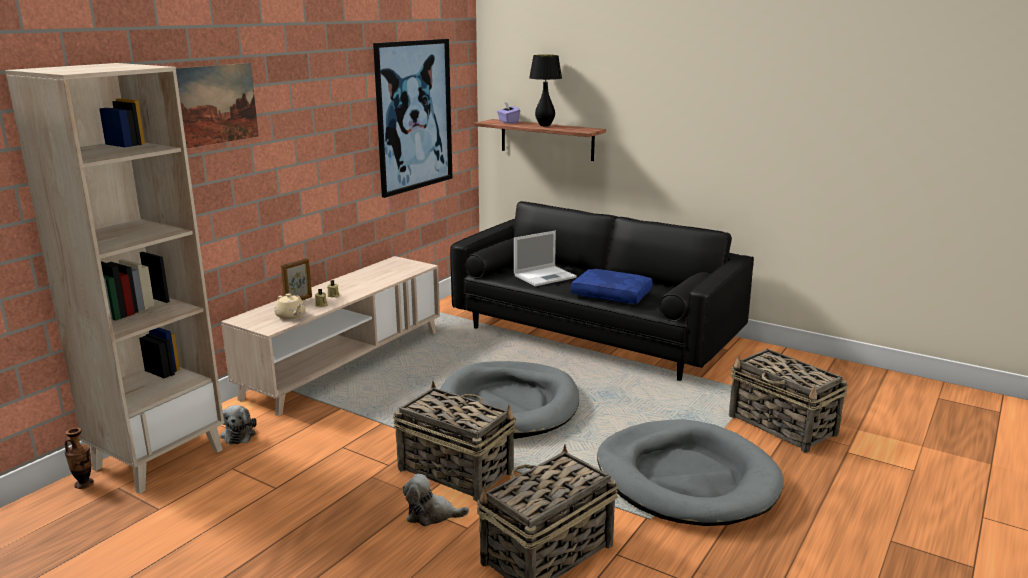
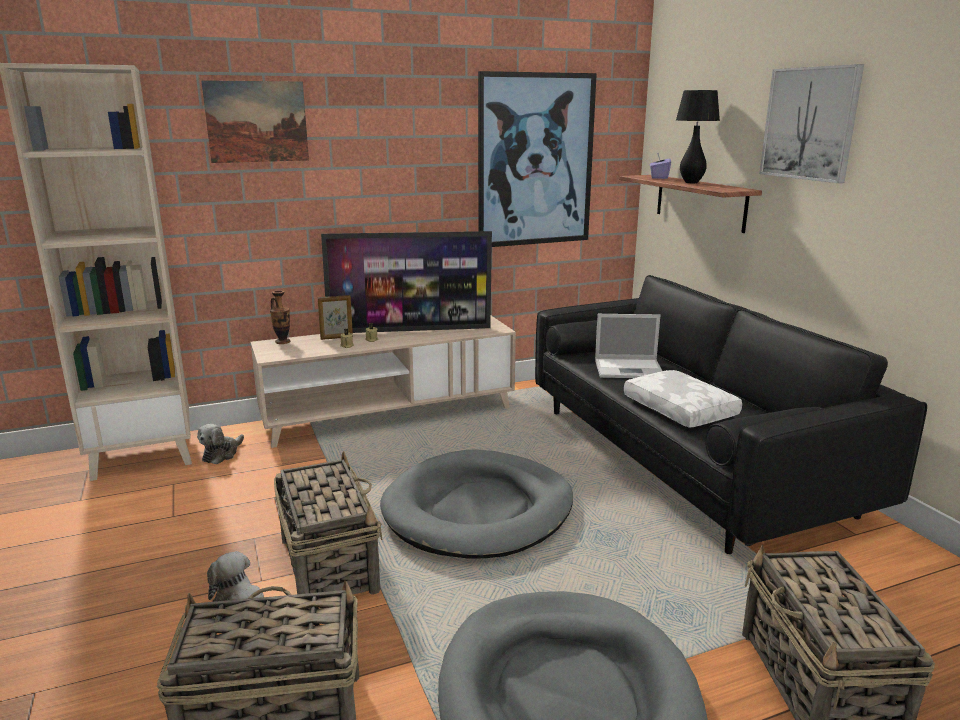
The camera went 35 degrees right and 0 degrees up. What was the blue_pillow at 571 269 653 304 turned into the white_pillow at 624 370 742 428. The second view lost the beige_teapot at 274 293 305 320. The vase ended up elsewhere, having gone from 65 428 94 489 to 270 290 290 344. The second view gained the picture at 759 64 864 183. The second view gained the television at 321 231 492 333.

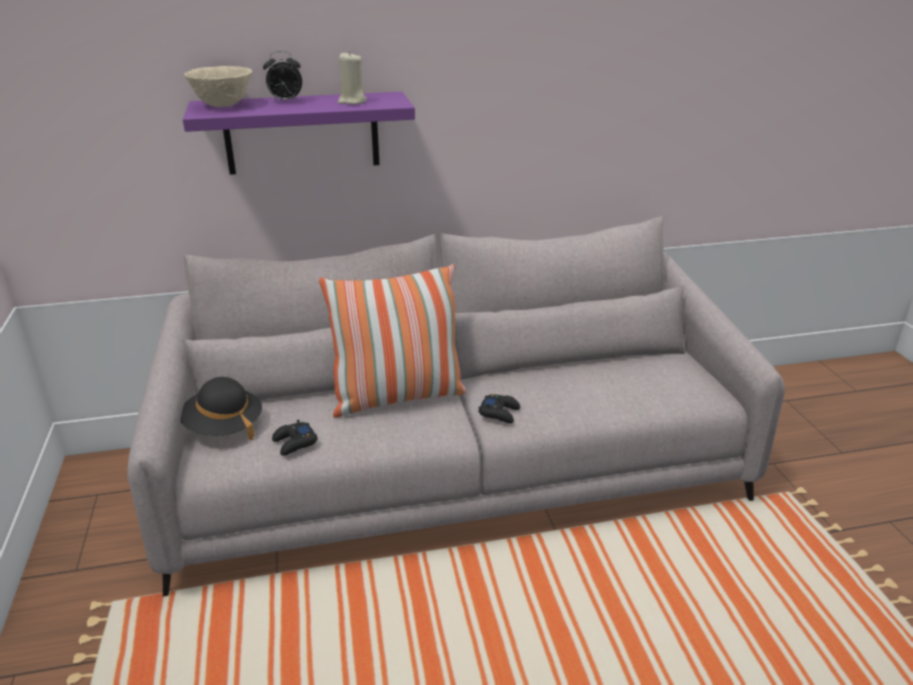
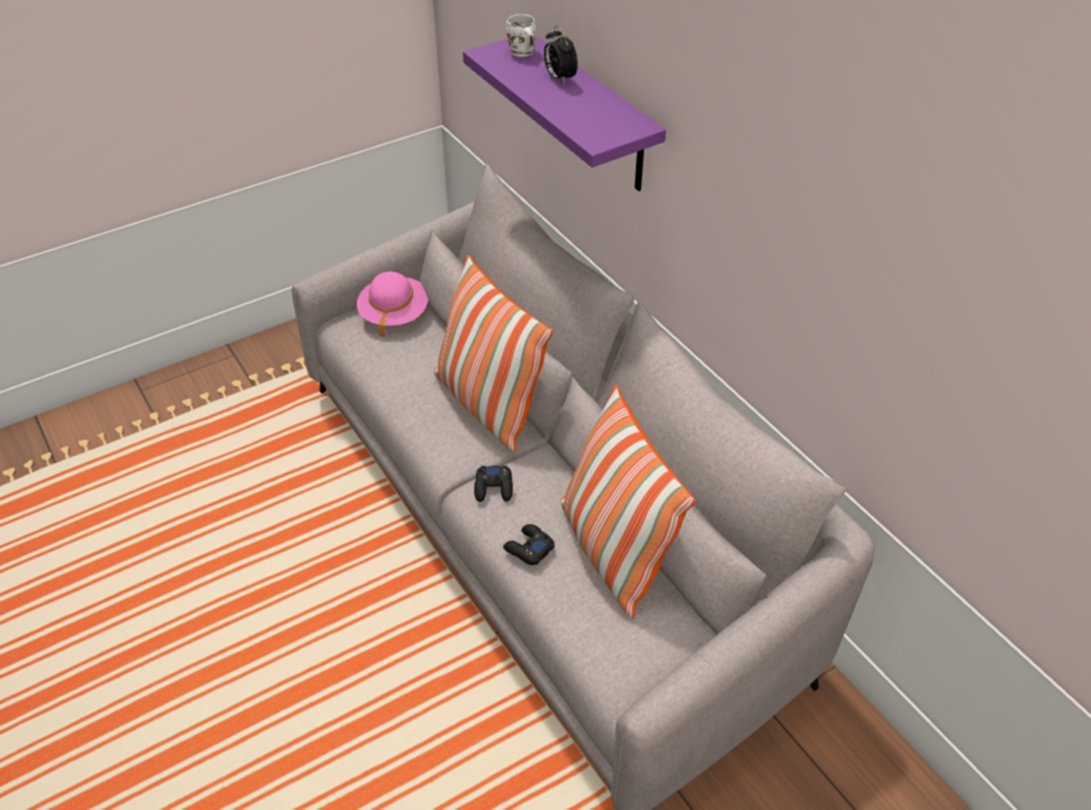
The camera went 70 degrees right and 15 degrees up. The second view lost the beige_candle at 338 51 367 104. Where the beige_bowl stood at 184 66 252 107, the white_mug came to stand at 506 14 536 57. What was the black_hat at 180 377 262 440 turned into the pink_hat at 357 272 428 338. The black_game_controller ended up elsewhere, having gone from 272 419 318 456 to 503 524 555 565. The second view gained the pillow at 561 385 695 618.

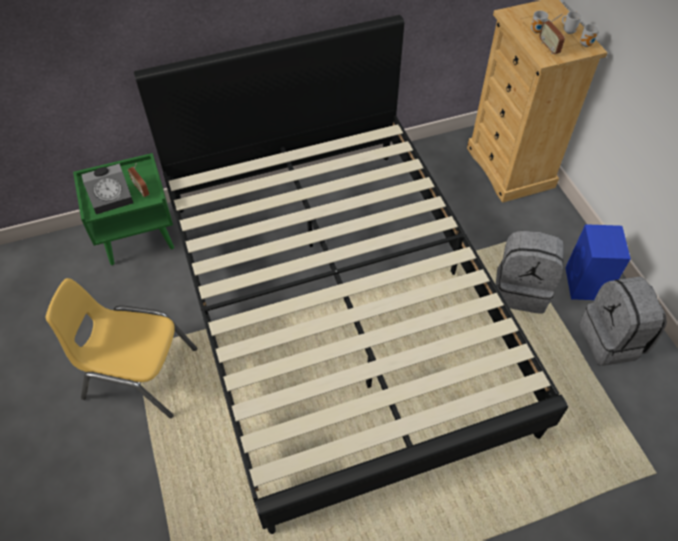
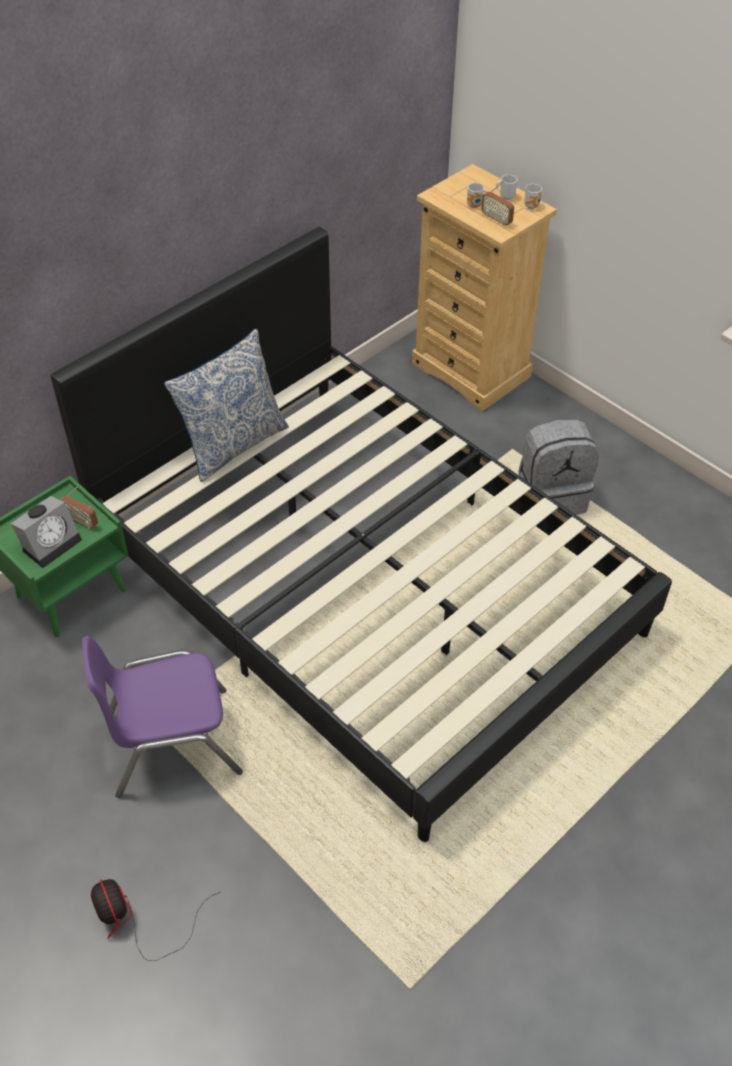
The camera went 25 degrees left and 5 degrees down. The second view lost the blue_speaker at 565 224 631 300. The second view lost the grey_backpack at 579 276 667 366. What was the yellow_chair at 46 278 197 418 turned into the purple_chair at 82 636 243 798. The second view gained the pillow at 164 329 289 482. The second view gained the fan at 91 879 220 961.

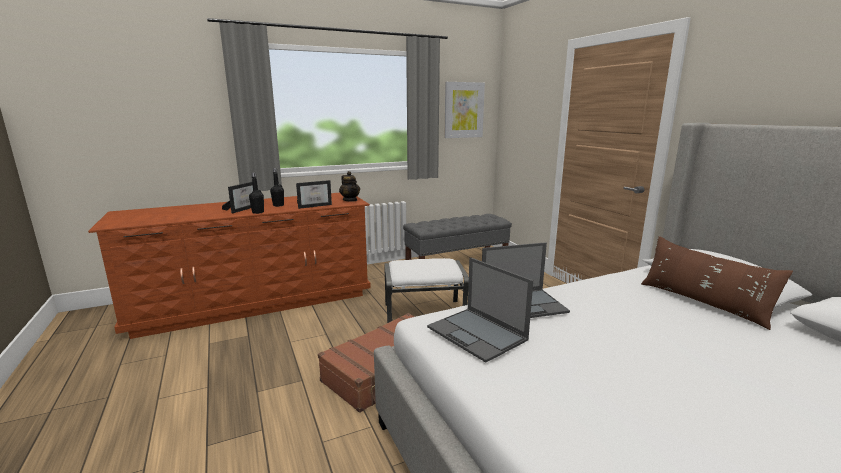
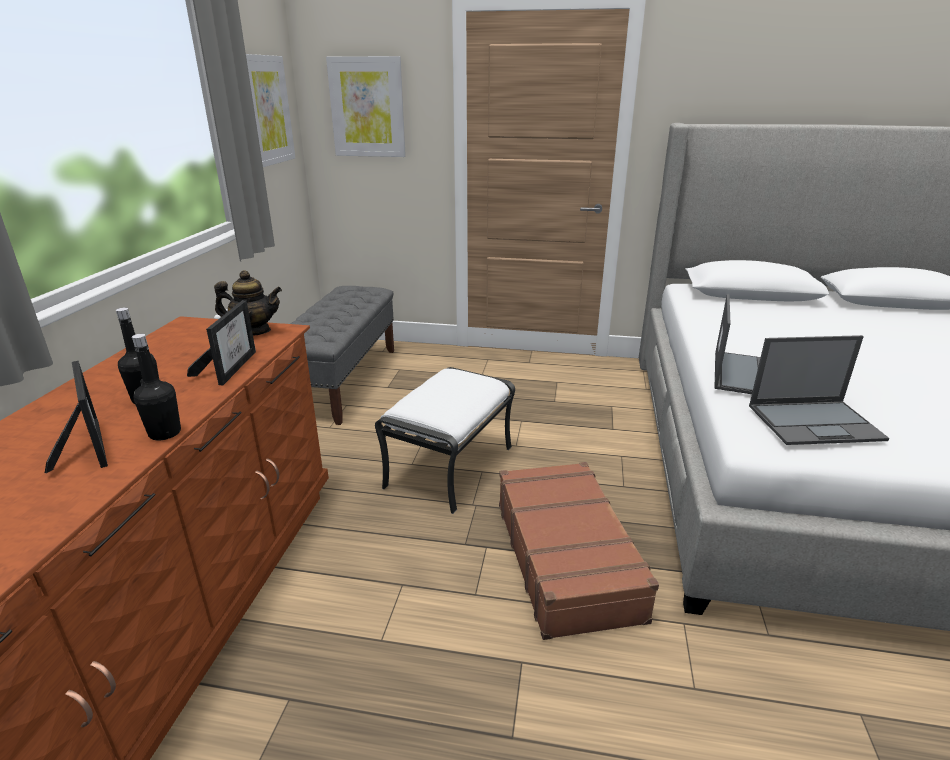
The camera went 55 degrees left and 10 degrees up. The second view lost the brown_pillow at 641 236 793 330. The second view gained the picture at 326 56 406 157.

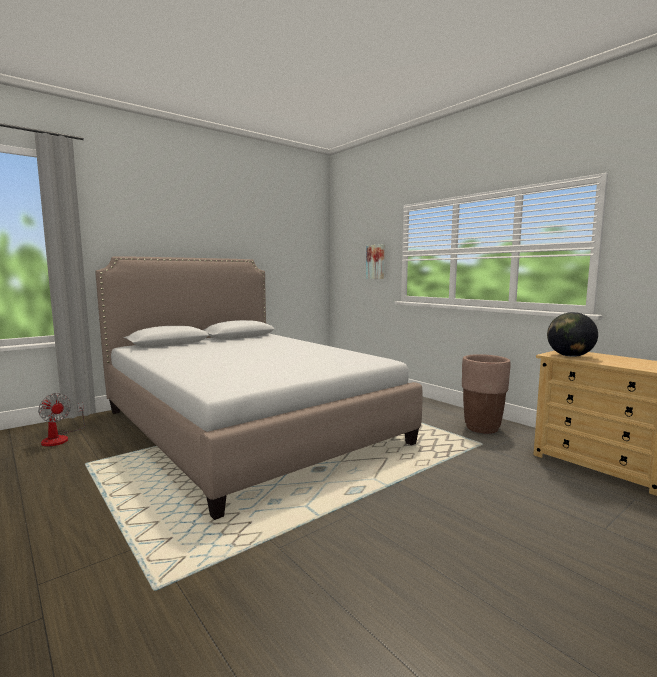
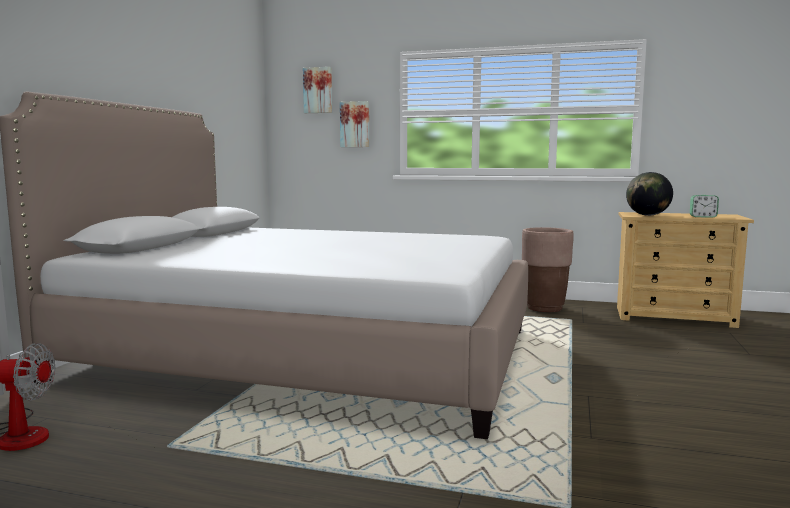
The camera went 35 degrees left and 0 degrees up. The second view gained the picture at 303 67 332 113. The second view gained the alarm_clock at 690 195 719 218.

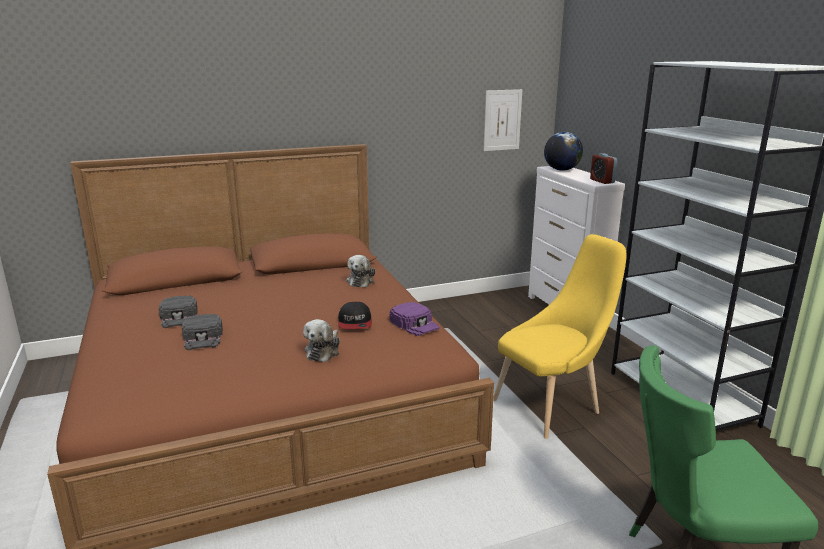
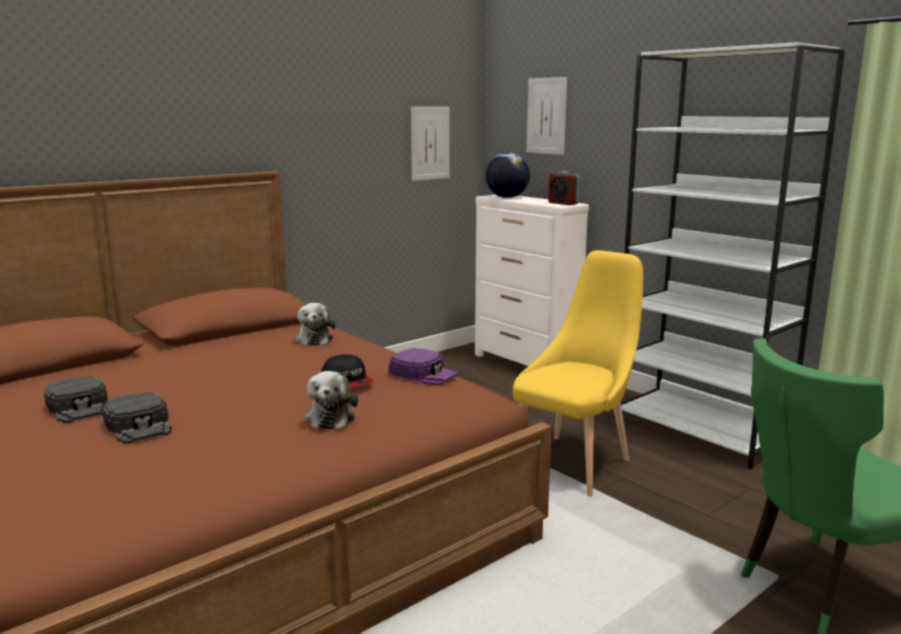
The camera went 20 degrees left and 5 degrees down. The second view gained the picture at 527 77 567 155.

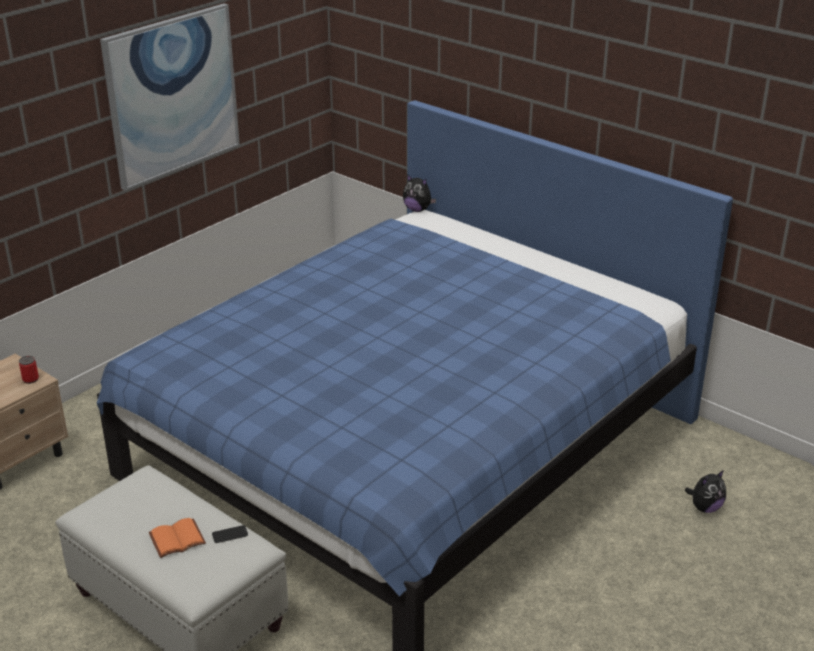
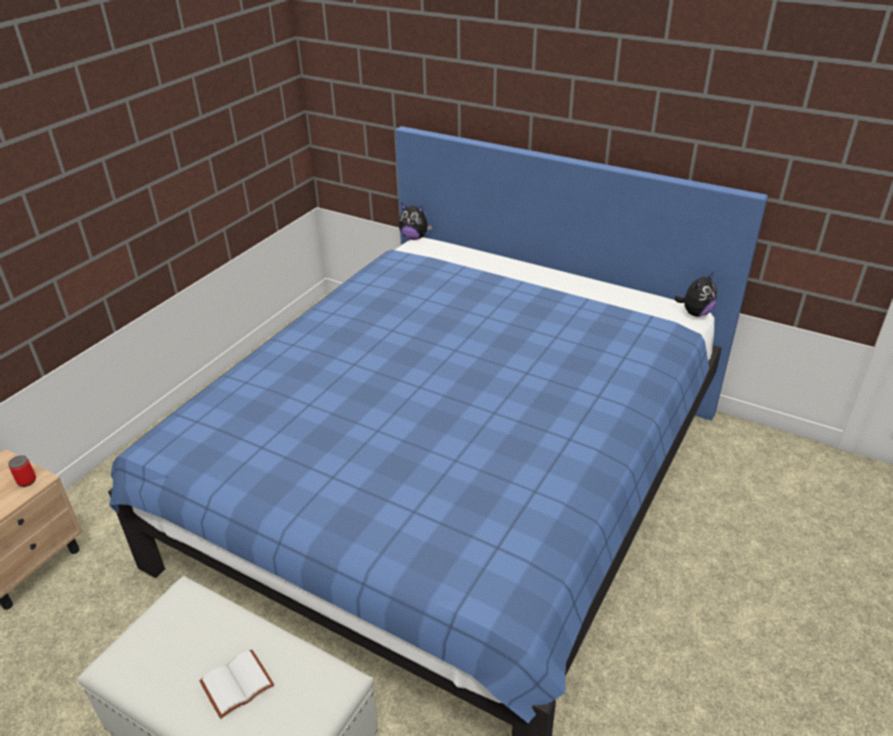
The camera went 10 degrees left and 5 degrees up. The second view lost the picture at 100 3 240 191. The plush_toy ended up elsewhere, having gone from 685 470 726 513 to 674 272 717 317. What was the orange_book at 149 518 206 558 turned into the white_book at 199 649 274 719. The second view lost the phone at 212 525 248 543.

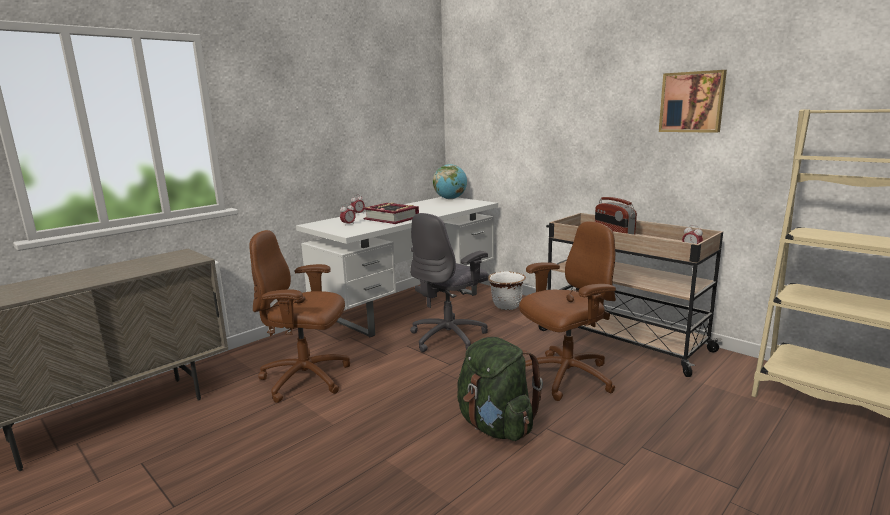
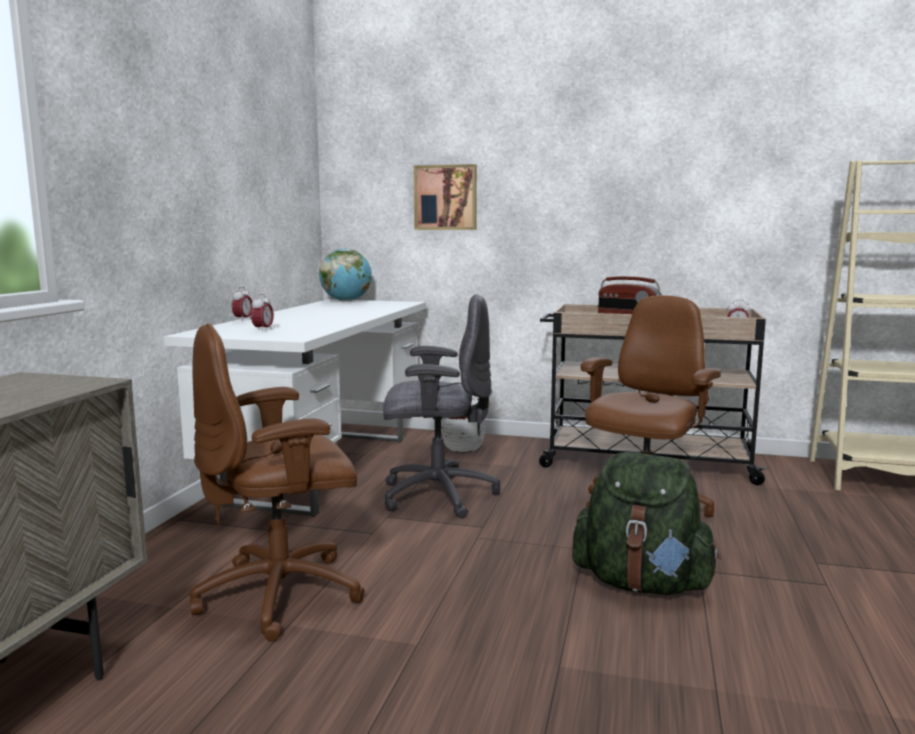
The camera went 30 degrees left and 5 degrees down. The picture ended up elsewhere, having gone from 659 70 727 133 to 414 164 477 230. The second view lost the book at 363 203 419 224. The grey_office_chair at 410 213 489 352 ended up facing another way, 105 degrees counterclockwise from before.

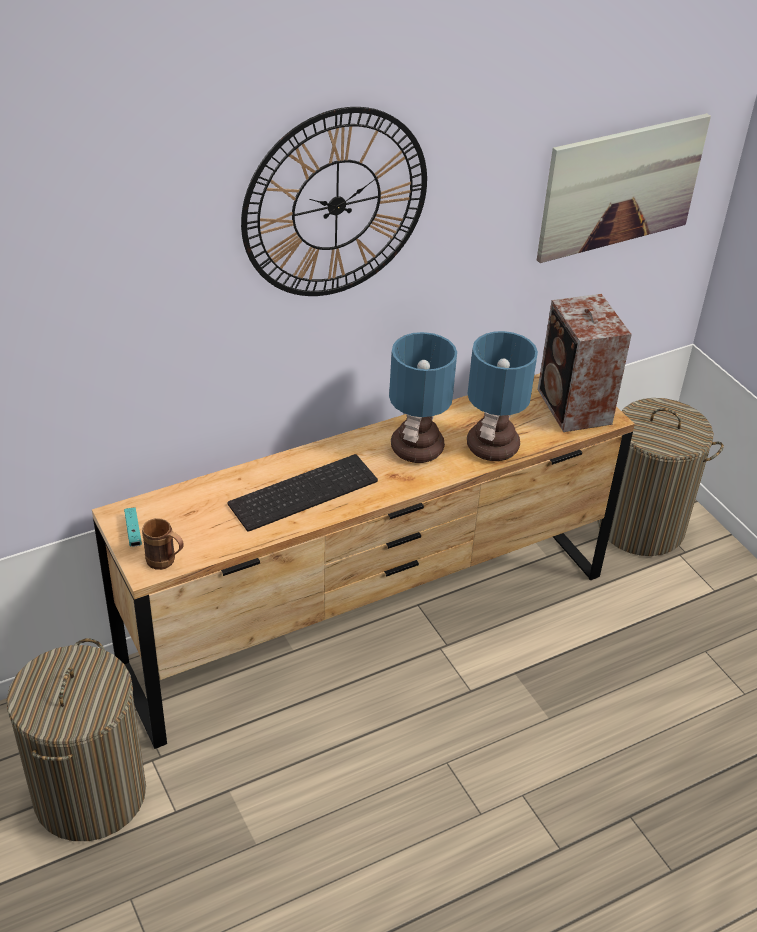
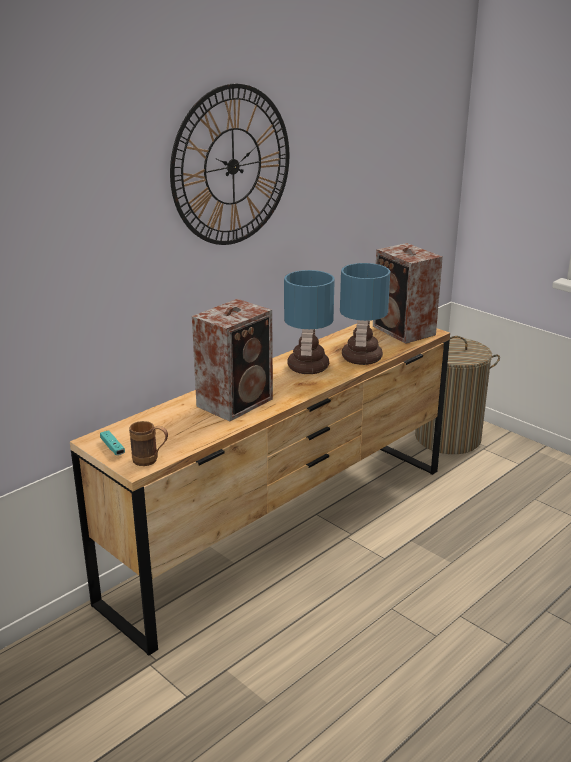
The camera went 15 degrees left and 15 degrees down. The second view lost the picture at 537 113 711 263. Where the keyboard stood at 228 454 378 532, the speaker came to stand at 192 299 273 422. The second view lost the laundry_basket at 6 638 146 841.

